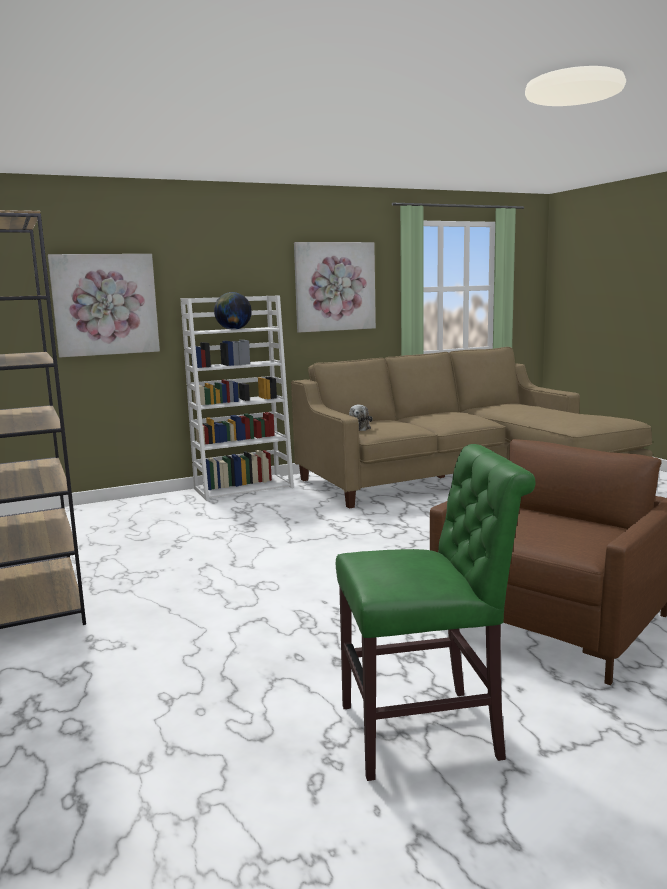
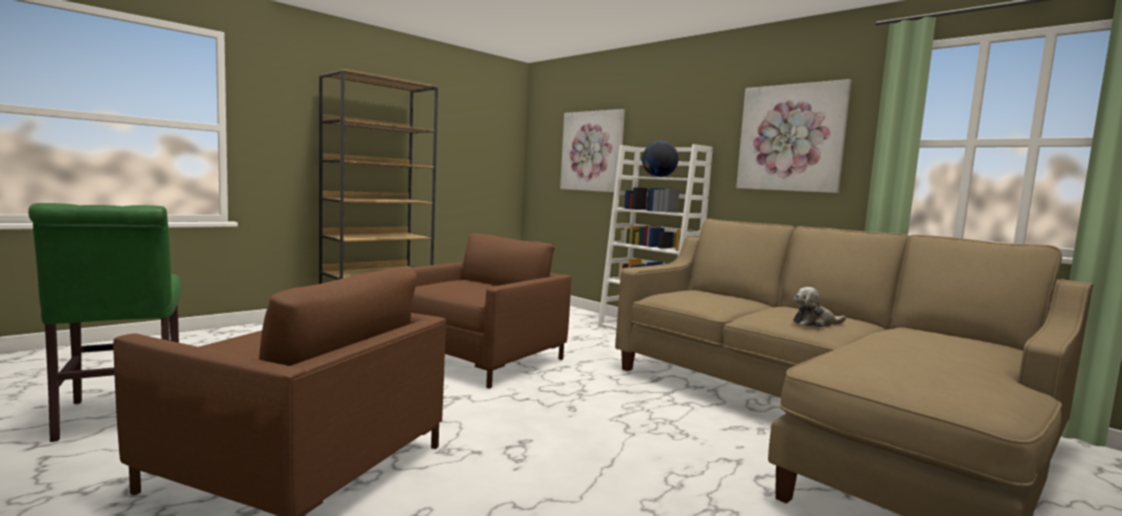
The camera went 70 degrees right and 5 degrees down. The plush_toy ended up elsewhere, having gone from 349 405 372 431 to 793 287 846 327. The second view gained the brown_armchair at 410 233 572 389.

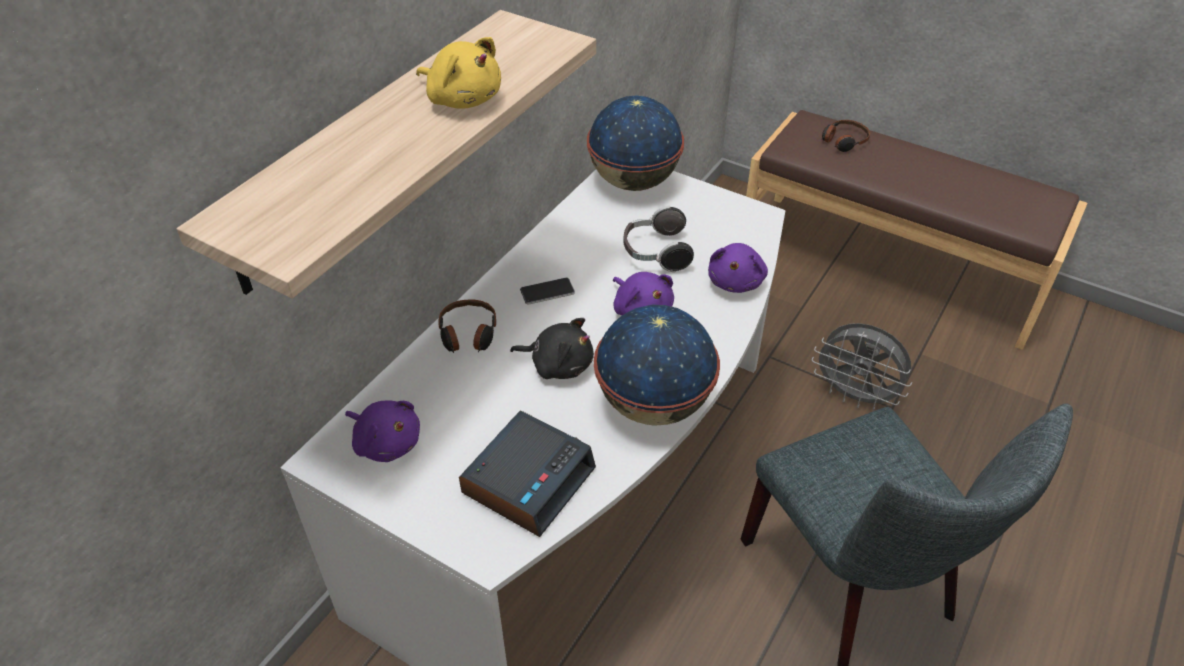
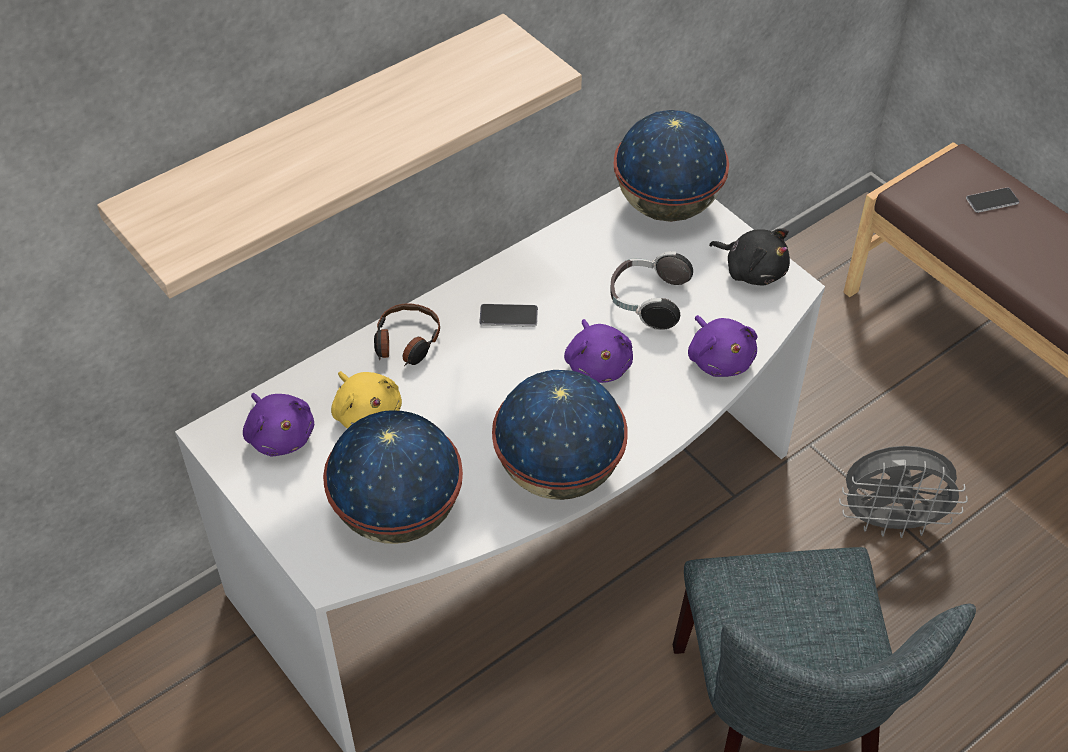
The camera went 20 degrees right and 5 degrees up. The yellow_plush_toy ended up elsewhere, having gone from 416 37 501 109 to 331 371 402 429. Where the headphones stood at 822 120 870 152, the phone came to stand at 966 188 1019 213. The purple_plush_toy at 708 243 768 293 ended up facing another way, 60 degrees counterclockwise from before. The black_plush_toy ended up elsewhere, having gone from 510 318 594 379 to 709 228 790 286. The grey_fan at 812 323 912 410 ended up facing another way, 45 degrees counterclockwise from before. Where the alarm_clock stood at 459 411 596 537, the globe came to stand at 323 410 463 544.

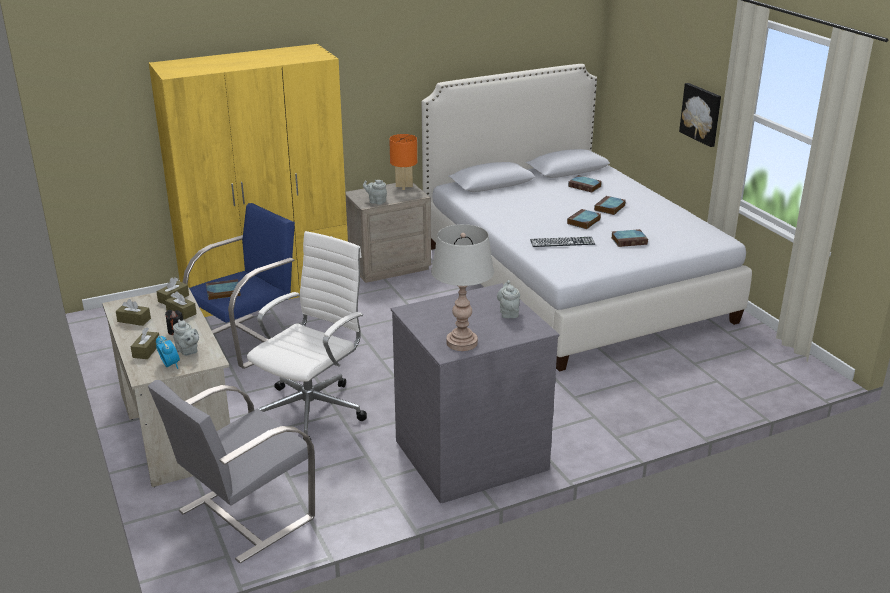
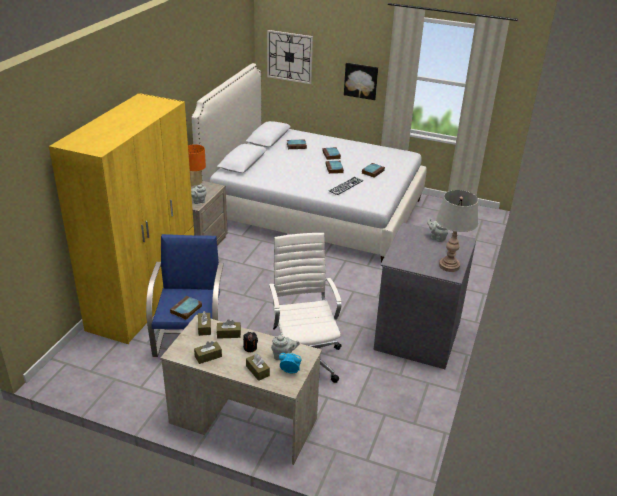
The camera went 45 degrees left and 5 degrees up. The second view lost the grey_armchair at 148 380 315 563. The second view gained the wall_clock at 267 30 313 84.

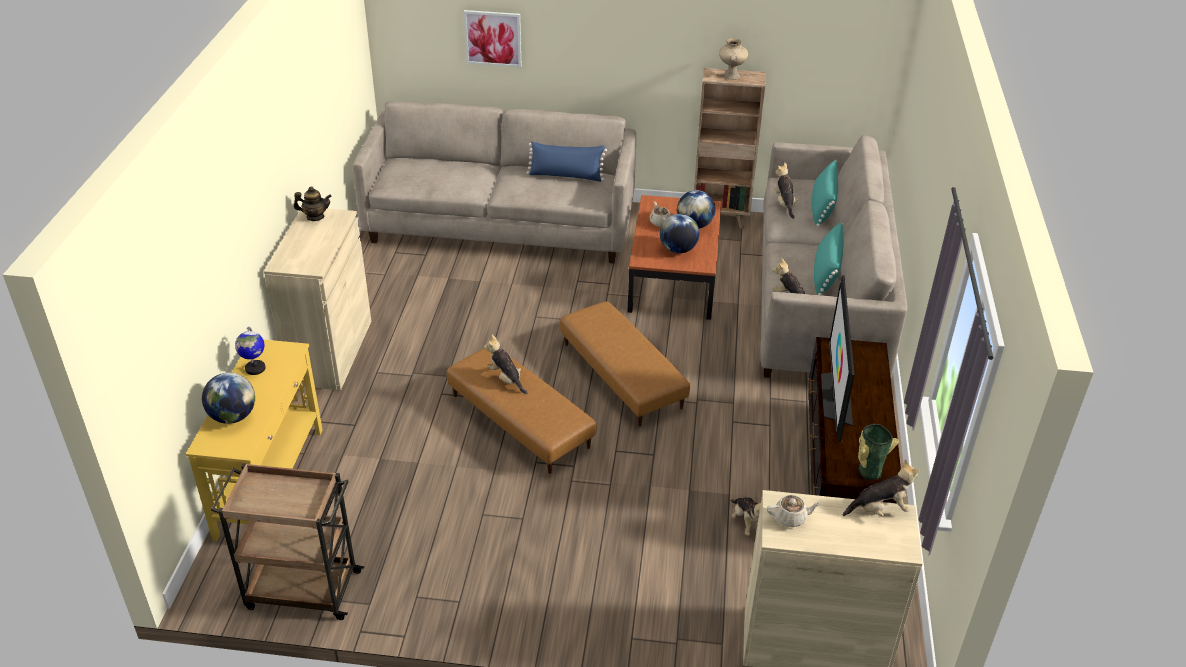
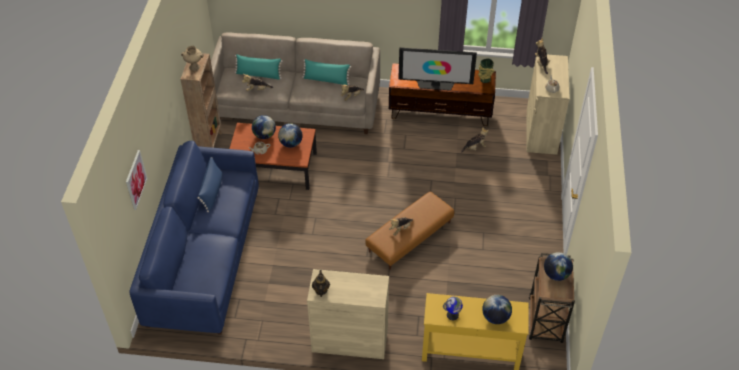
The camera went 90 degrees left and 10 degrees up. What was the beige_sofa at 353 101 636 263 turned into the blue_sofa at 129 141 259 335. The second view lost the brown_ottoman at 560 301 690 427. The second view gained the globe at 544 252 573 281.

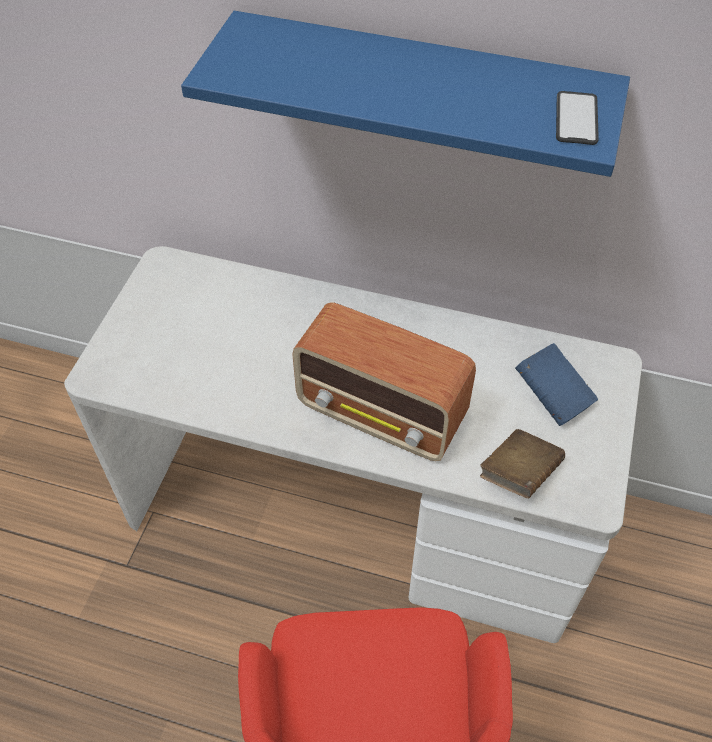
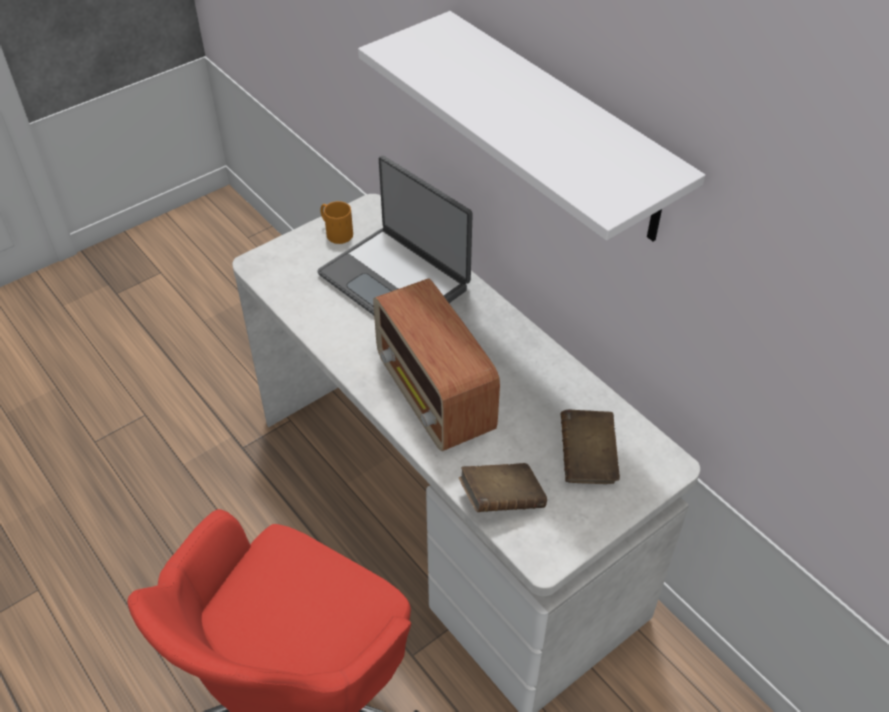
The camera went 35 degrees right and 5 degrees down. What was the blue_shelf at 181 11 630 177 turned into the white_shelf at 358 11 706 241. The second view lost the phone at 556 91 599 145. What was the blue_book at 515 343 598 426 turned into the brown_book at 560 409 620 484. The second view gained the laptop at 317 156 473 315. The second view gained the orange_mug at 320 201 353 244.

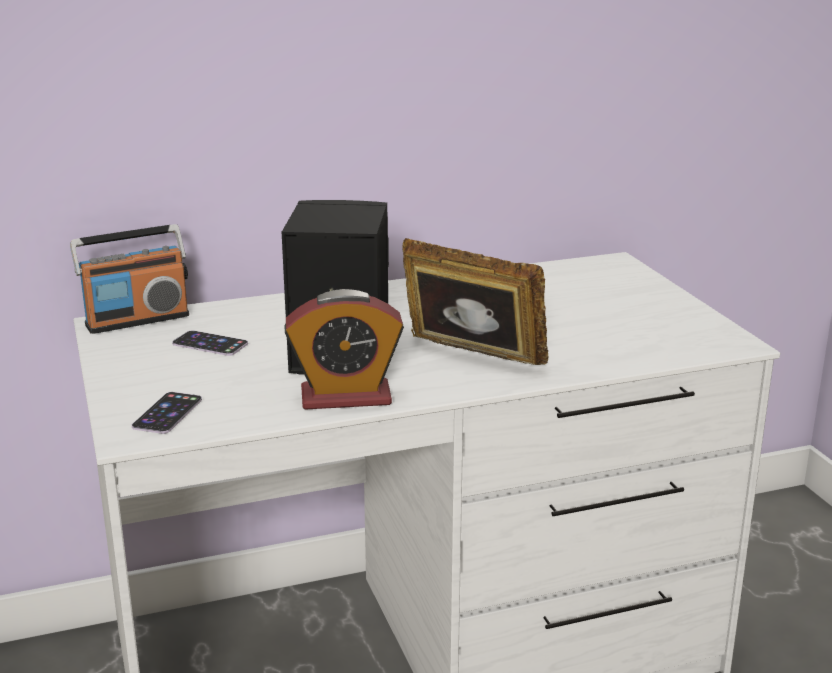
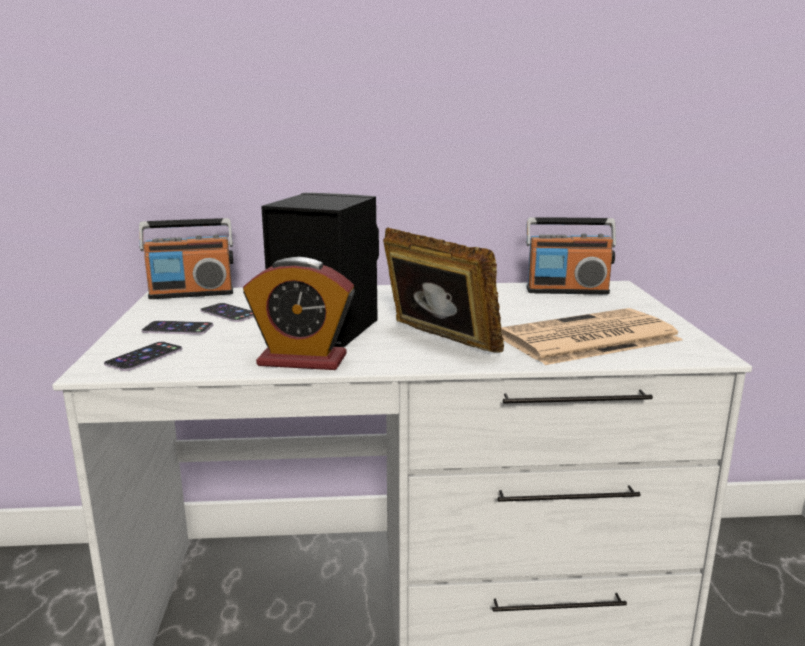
The camera went 15 degrees right and 5 degrees down. The second view gained the radio at 526 217 616 294. The second view gained the newspaper at 501 308 682 365. The second view gained the phone at 142 321 213 335.

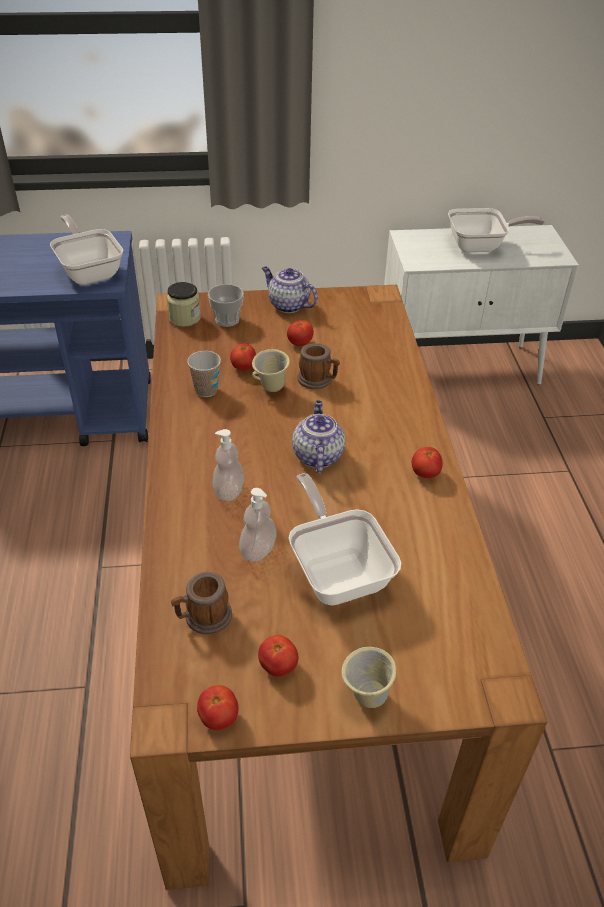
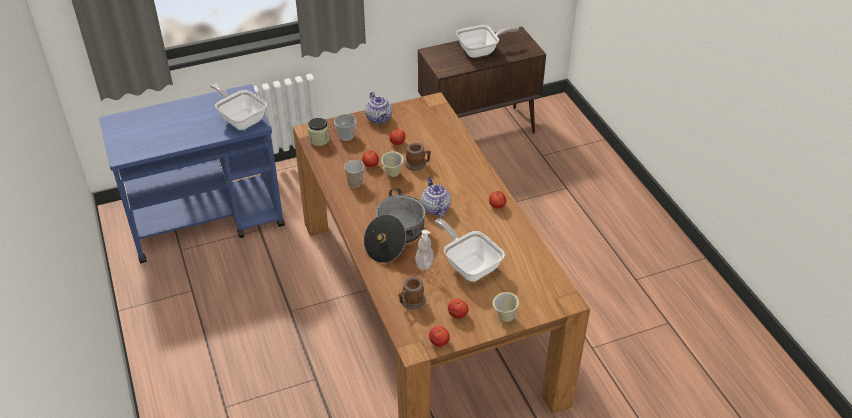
The camera went 15 degrees left and 0 degrees up. What was the white_cabinet at 384 225 579 385 turned into the brown_cabinet at 418 27 546 134. The teapot at 262 267 318 313 ended up facing another way, 135 degrees counterclockwise from before. Where the soap_dispenser stood at 212 429 244 501, the cooking_pot came to stand at 364 188 426 263.

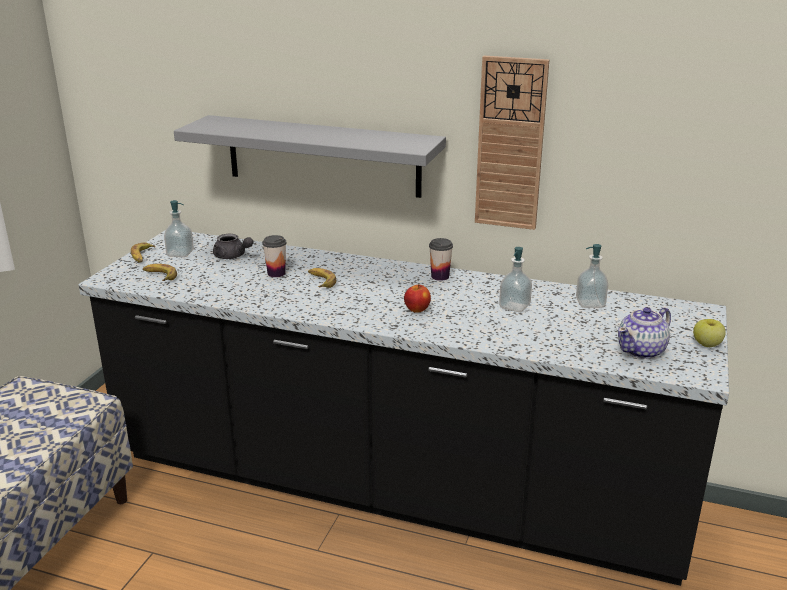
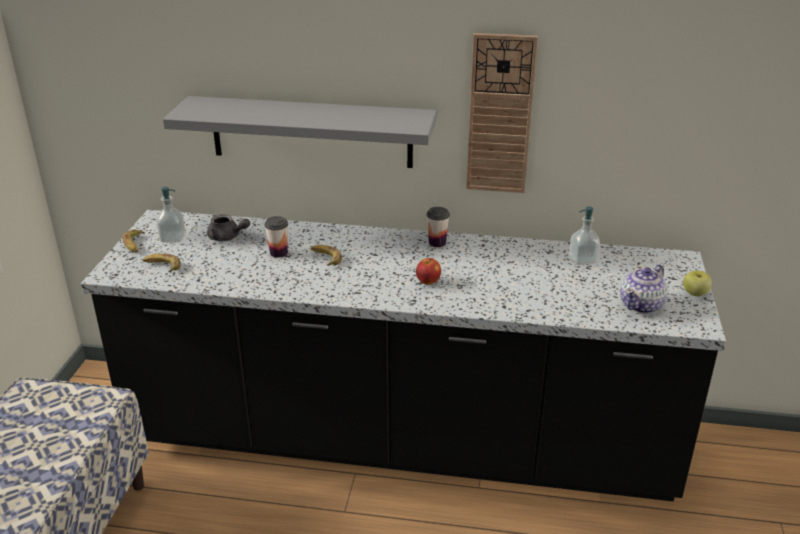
The camera went 10 degrees left and 5 degrees up. The second view lost the soap_dispenser at 499 247 532 312.

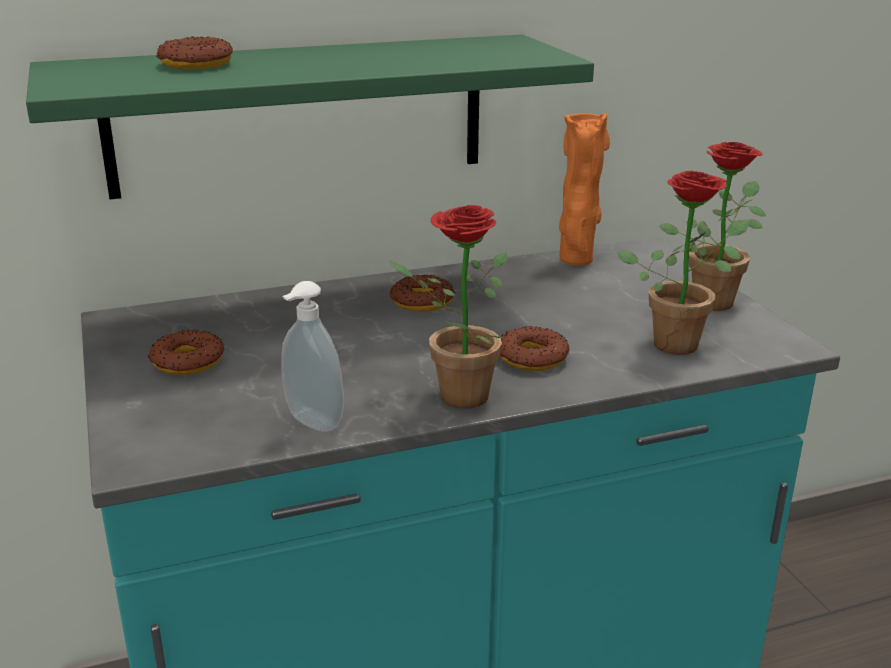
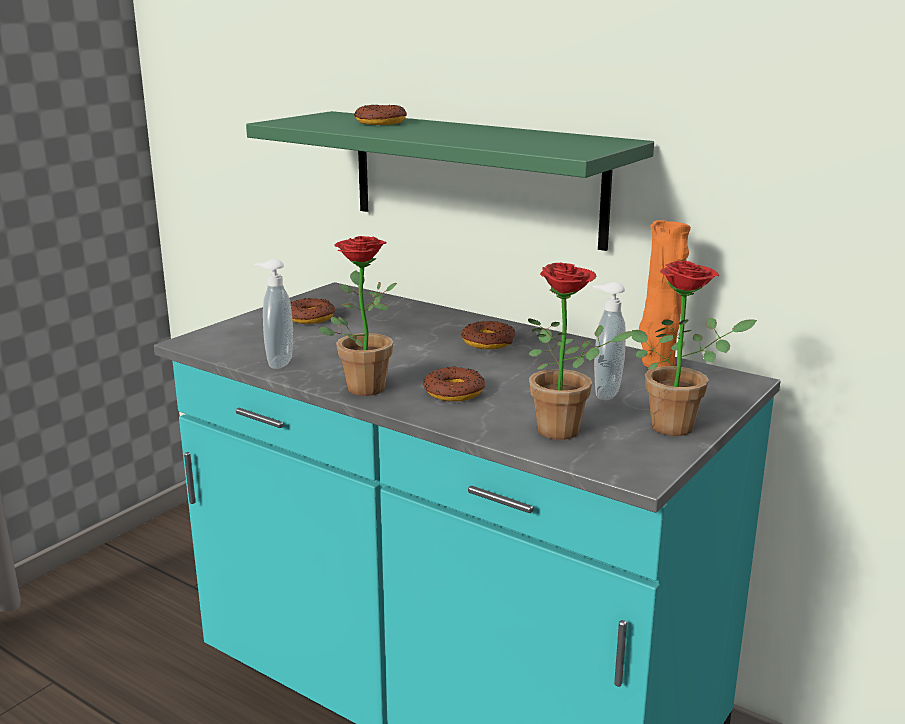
The camera went 55 degrees right and 5 degrees down. The second view gained the soap_dispenser at 593 282 626 400.

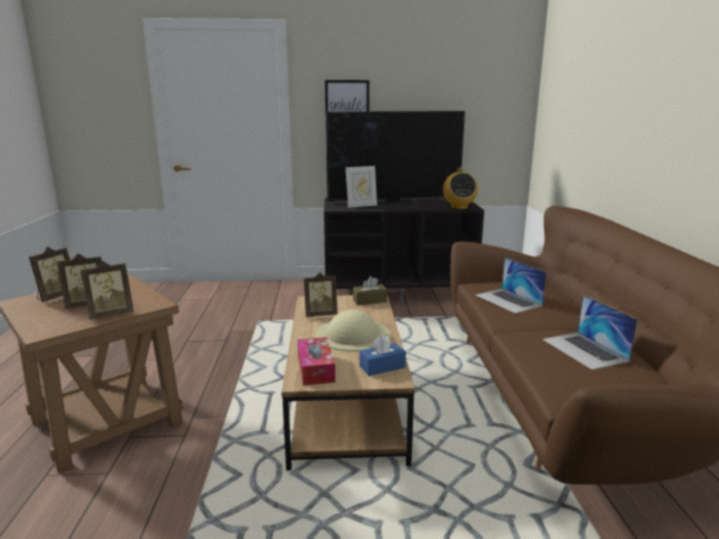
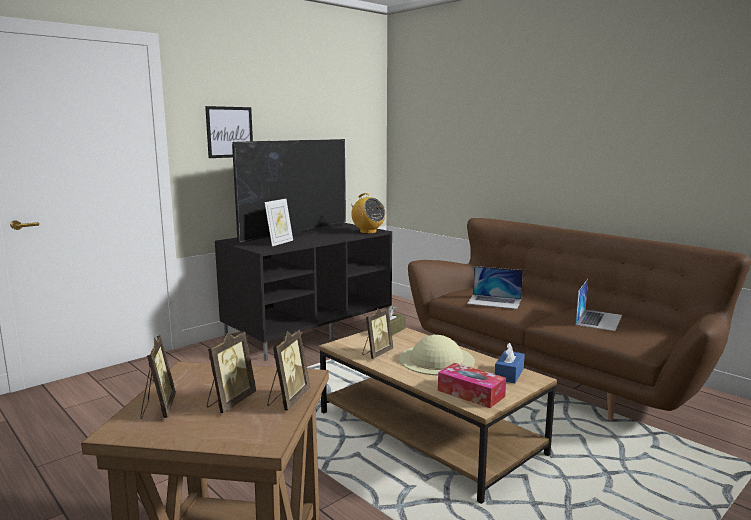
The camera went 40 degrees left and 5 degrees down. The laptop at 542 295 638 370 ended up facing another way, 90 degrees counterclockwise from before.

